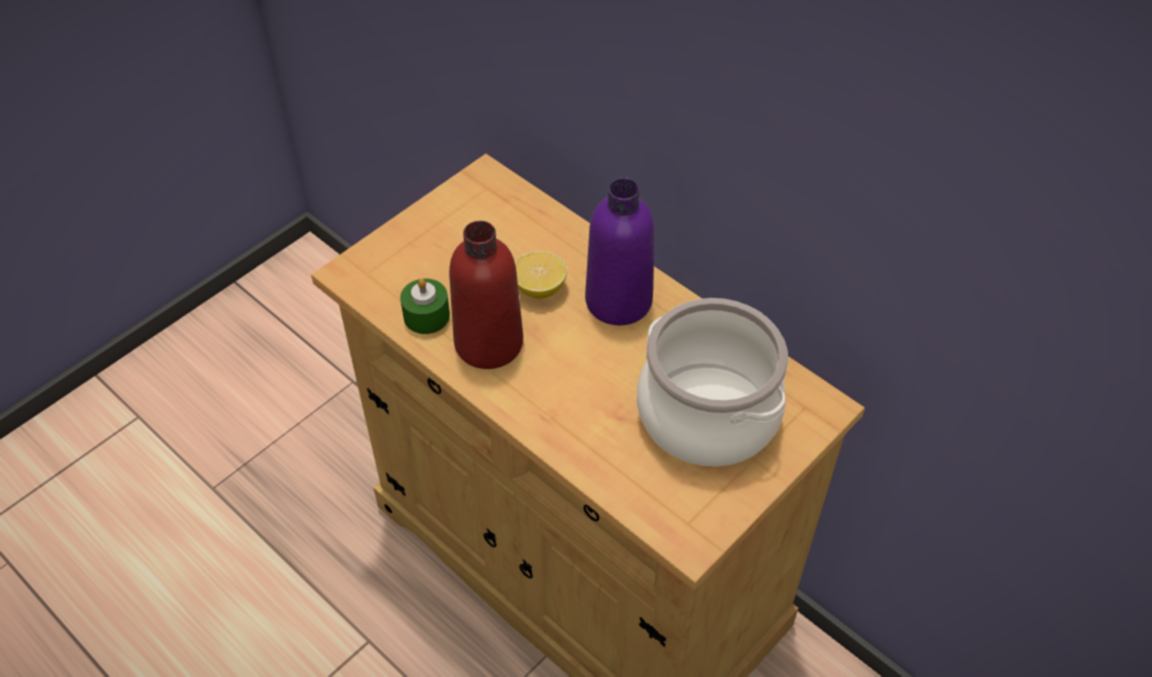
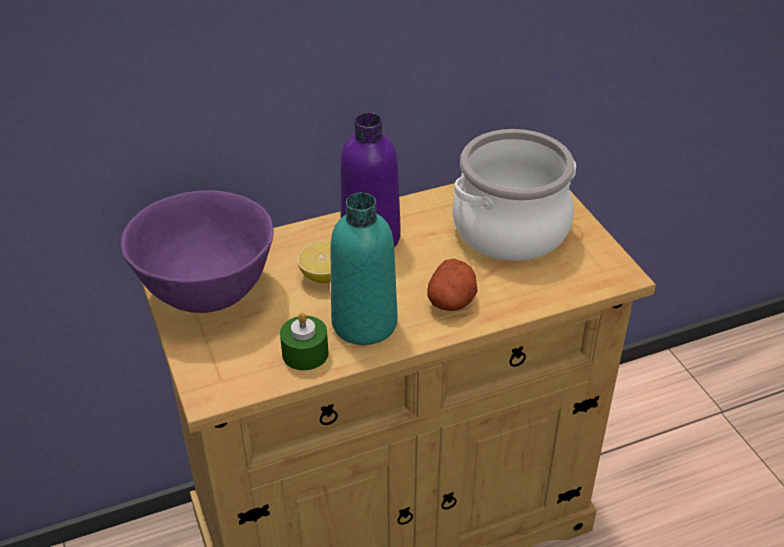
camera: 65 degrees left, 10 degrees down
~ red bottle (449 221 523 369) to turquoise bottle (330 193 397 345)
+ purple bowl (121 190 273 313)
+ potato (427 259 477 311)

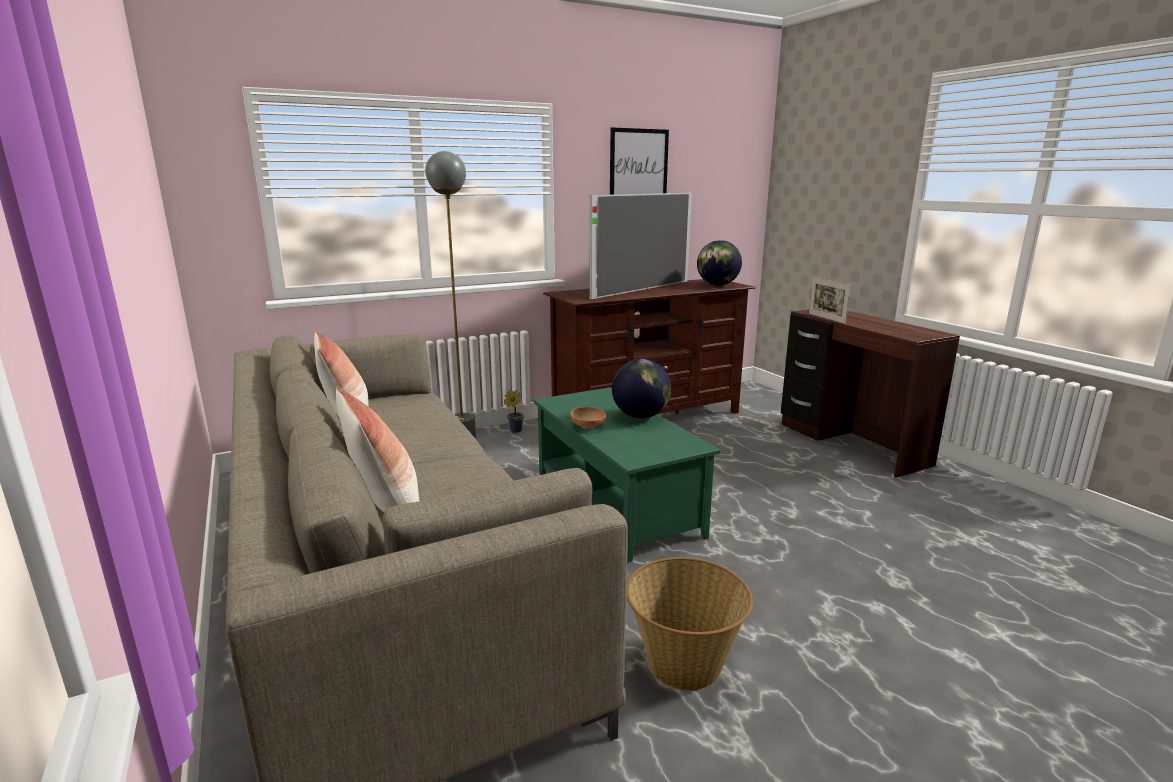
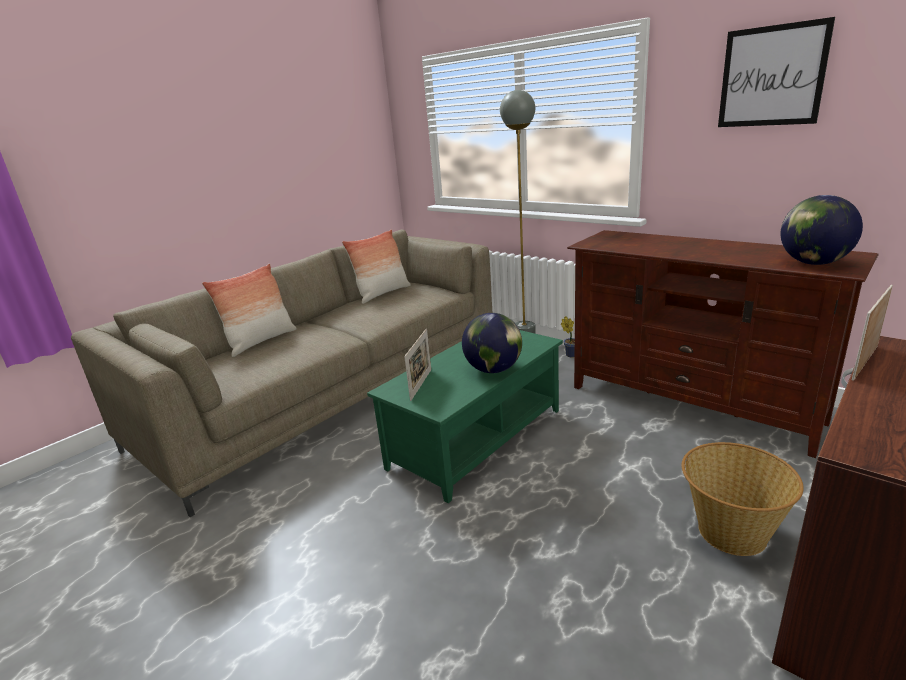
camera: 70 degrees right, 5 degrees up
- brown bowl (570 407 606 429)
- television (590 192 692 299)
~ basket (627 557 753 691) to (682 442 804 556)
+ picture frame (404 329 431 401)

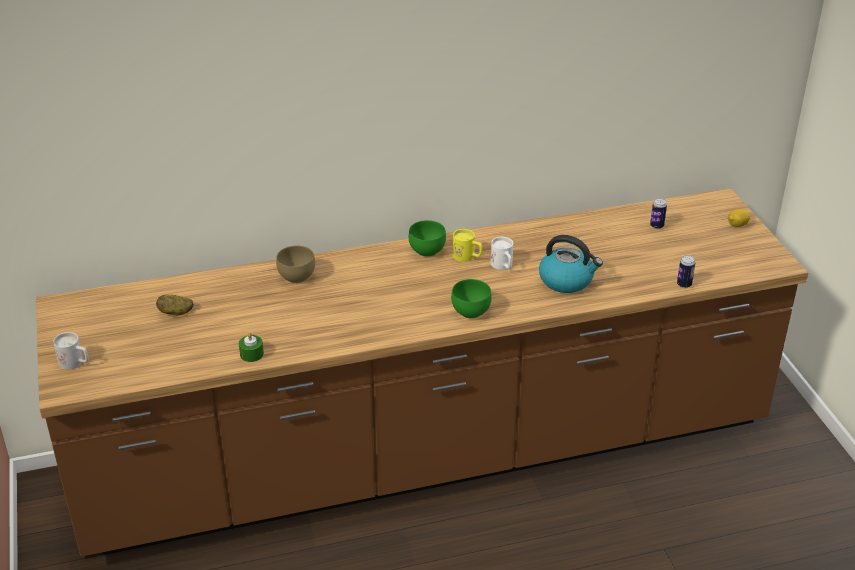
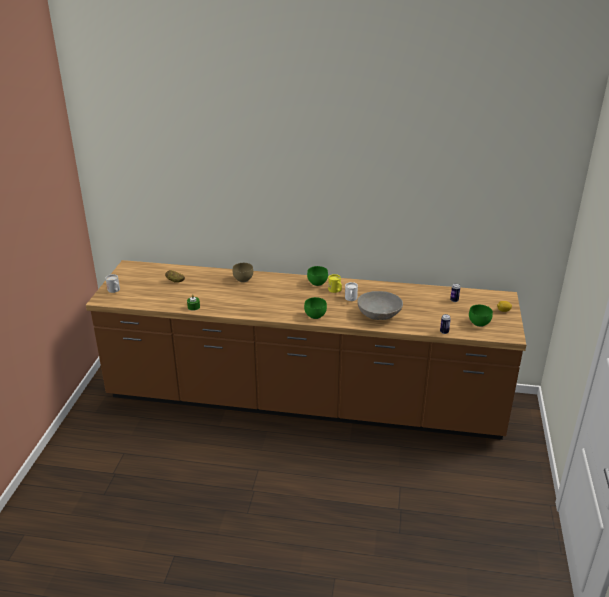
camera: 25 degrees right, 5 degrees down
~ kettle (539 235 603 293) to grey bowl (357 291 403 320)
+ green bowl (469 305 493 327)

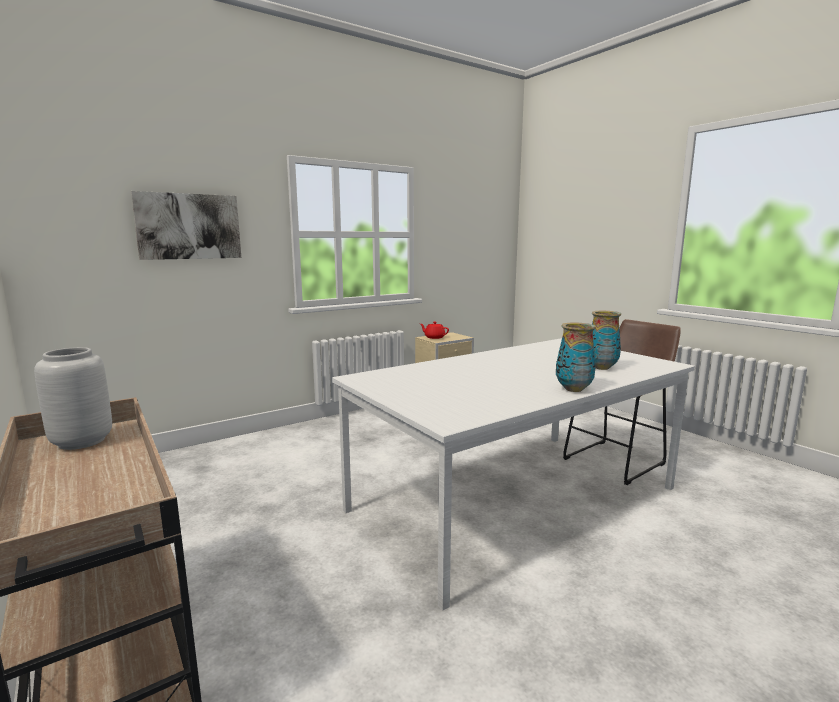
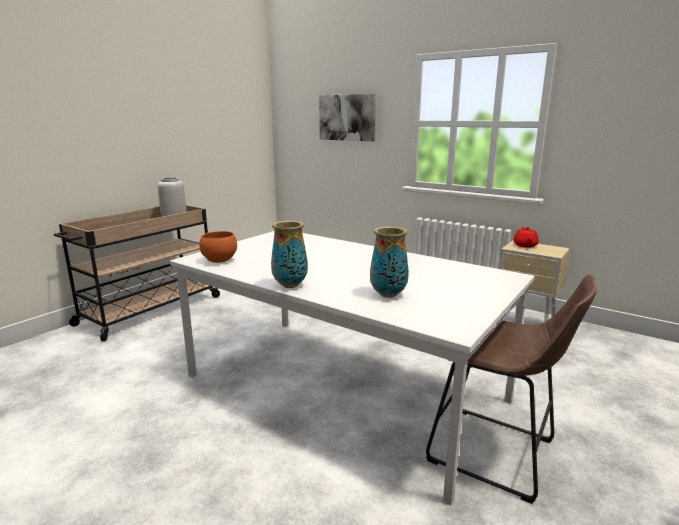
camera: 70 degrees right, 5 degrees up
+ orange bowl (199 231 237 263)

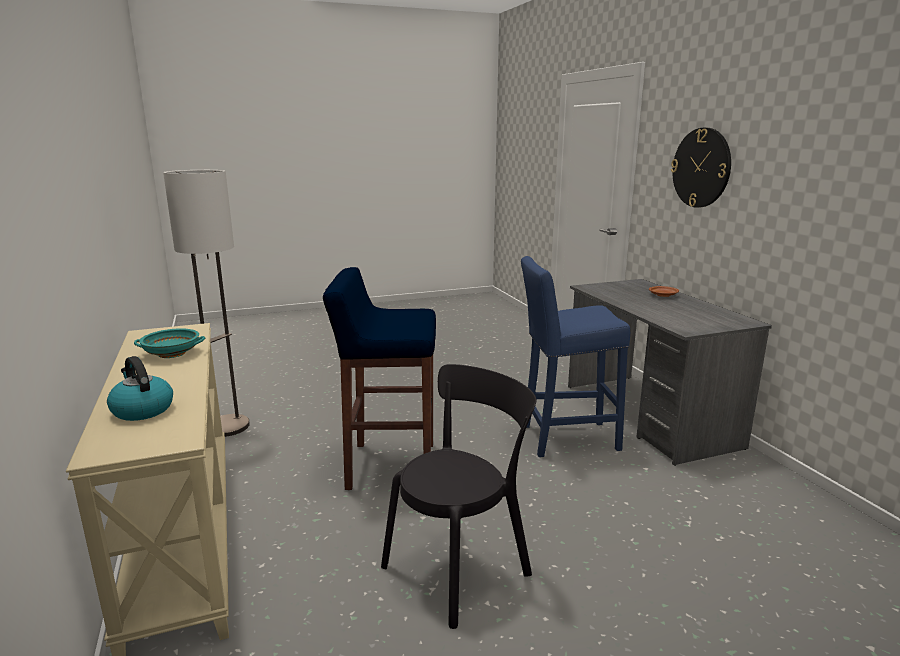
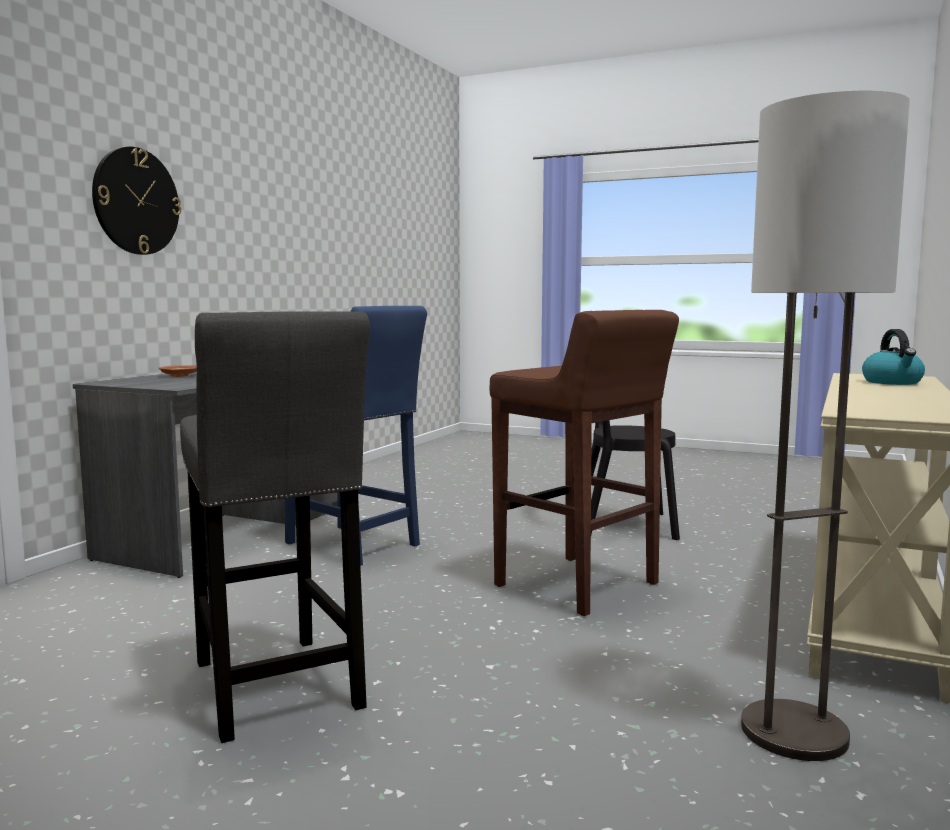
camera: 135 degrees left, 10 degrees down
- turquoise bowl (134 328 205 358)
~ blue stool (323 267 436 490) to brown stool (490 310 679 616)
+ grey stool (180 311 370 743)

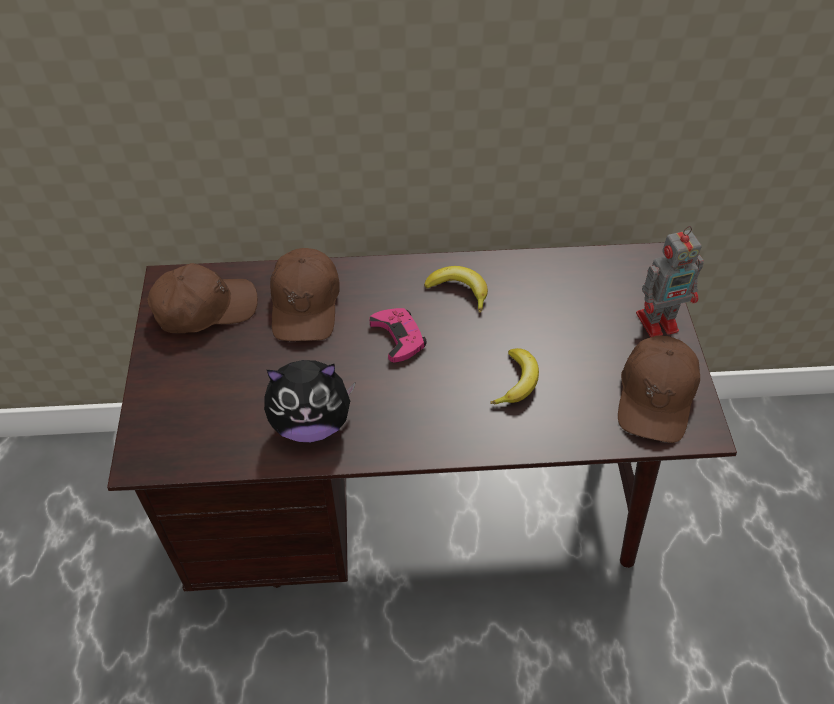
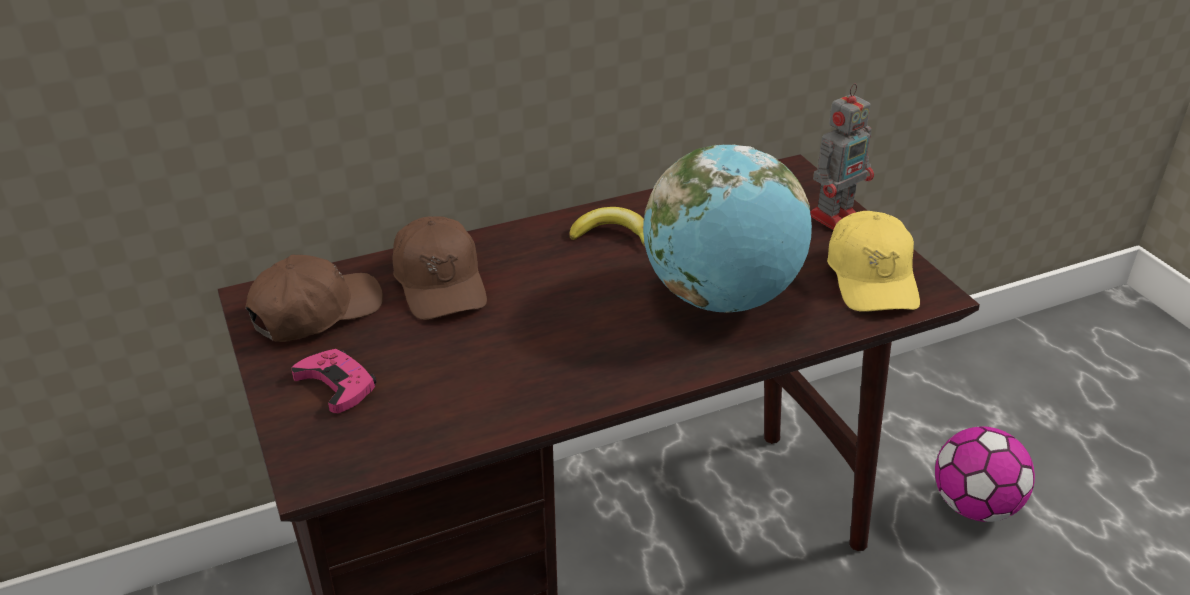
camera: 20 degrees left, 15 degrees down
- plush toy (264 360 356 442)
~ pink game controller (370 308 427 363) to (291 349 377 413)
~ banana (490 348 539 404) to globe (643 144 812 313)
~ brown cap (618 335 700 443) to yellow cap (827 211 920 312)
+ football (935 426 1035 522)

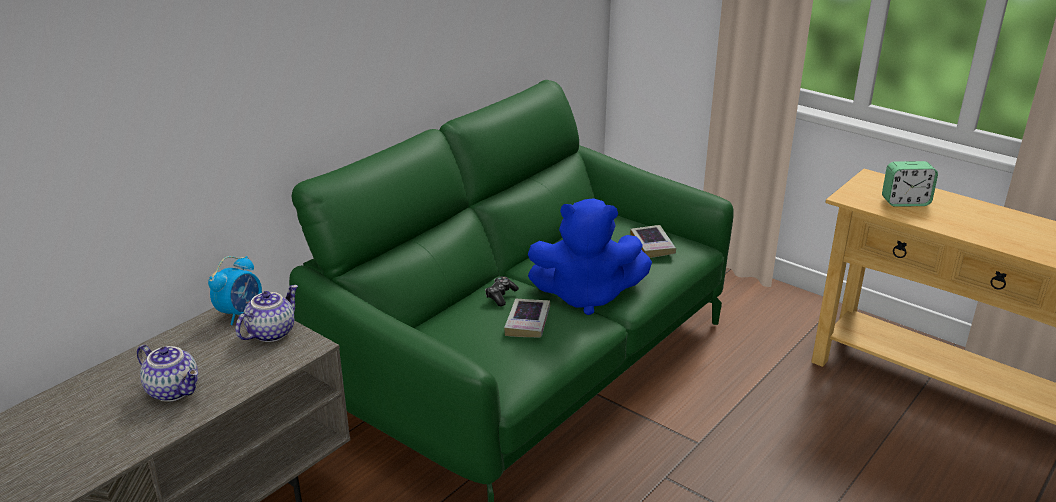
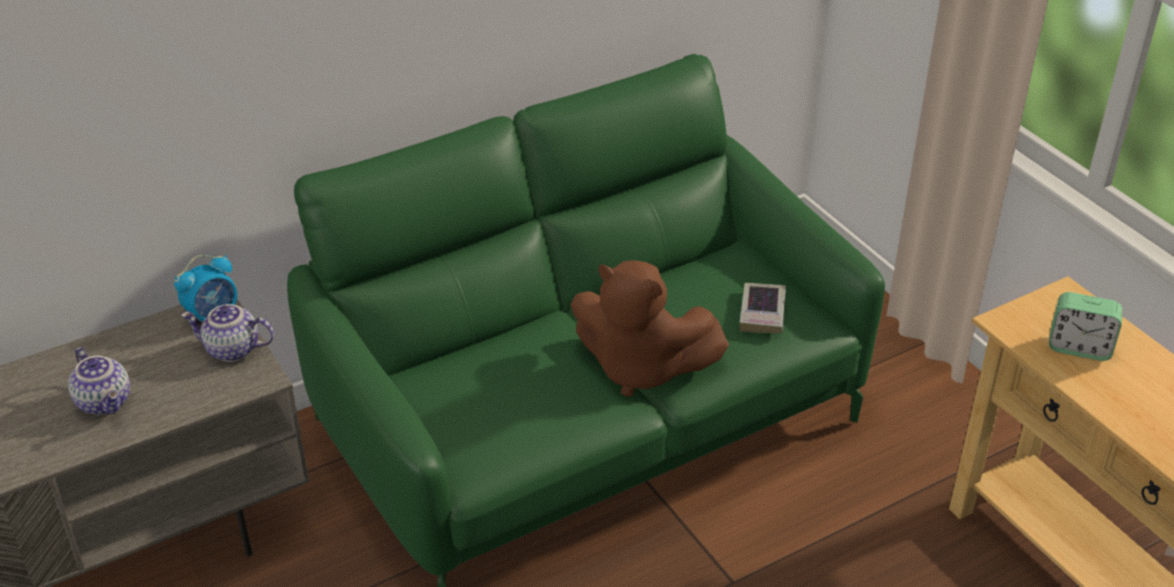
camera: 20 degrees right, 10 degrees up
~ teapot (235 285 298 342) = (181 304 274 362) 135 degrees counterclockwise
- game controller (485 276 519 306)
- book (504 299 550 337)
~ blue plush toy (528 198 652 315) to brown plush toy (571 260 729 397)

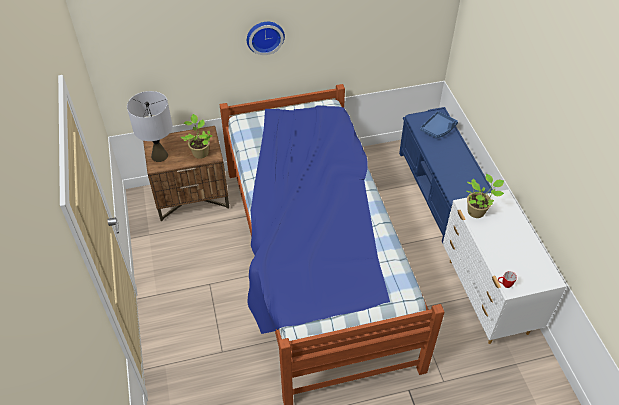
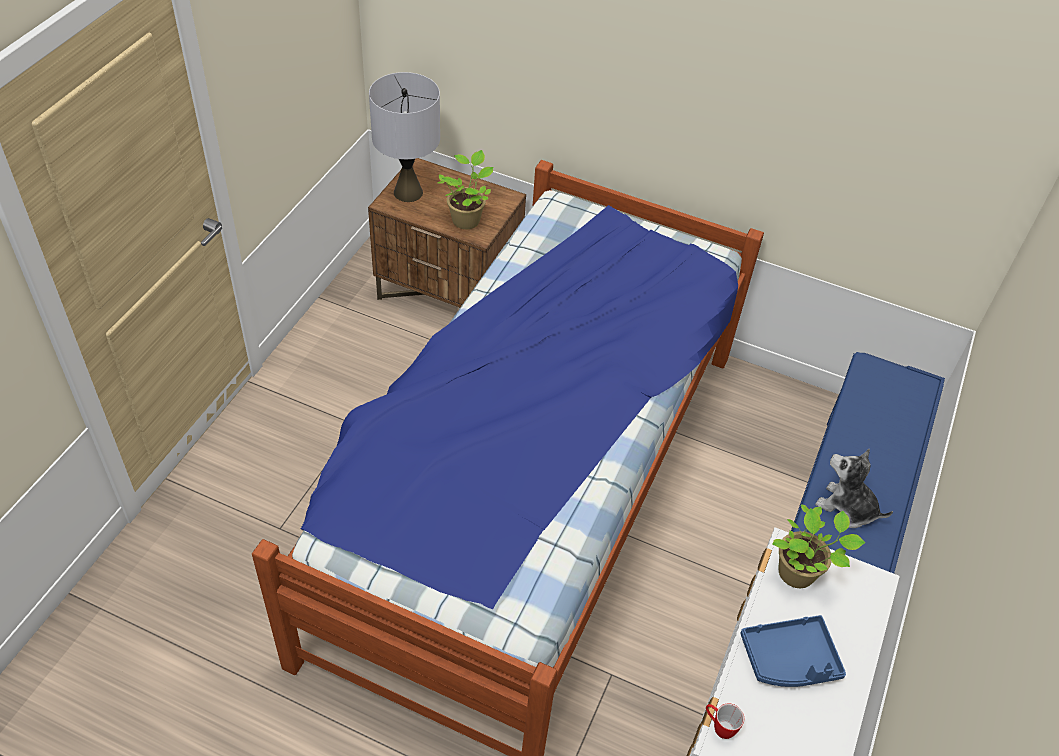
camera: 35 degrees right, 0 degrees up
- wall clock (247 22 285 55)
~ blue tray (420 111 458 139) to (740 615 846 687)
+ plush toy (815 449 893 528)

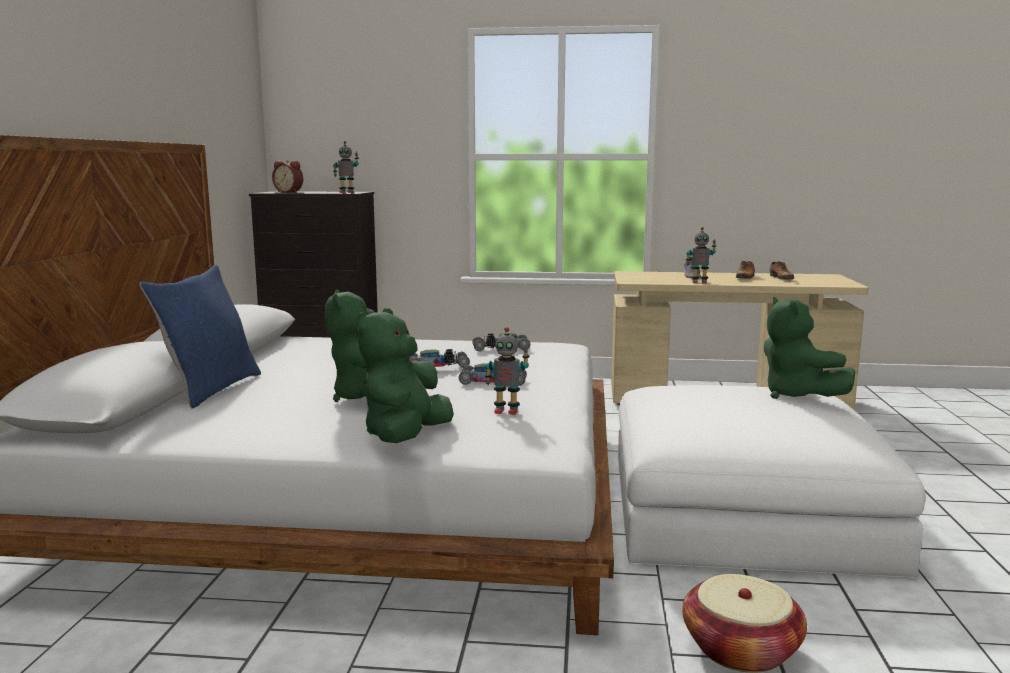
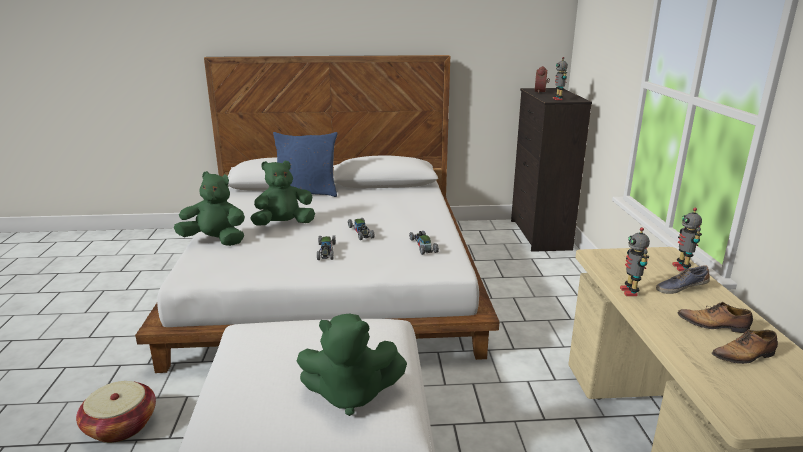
camera: 80 degrees right, 10 degrees up
~ toy robot (484 327 529 415) to (672 207 702 271)
~ green plush toy (764 297 855 399) = (297 314 407 416) 150 degrees counterclockwise

